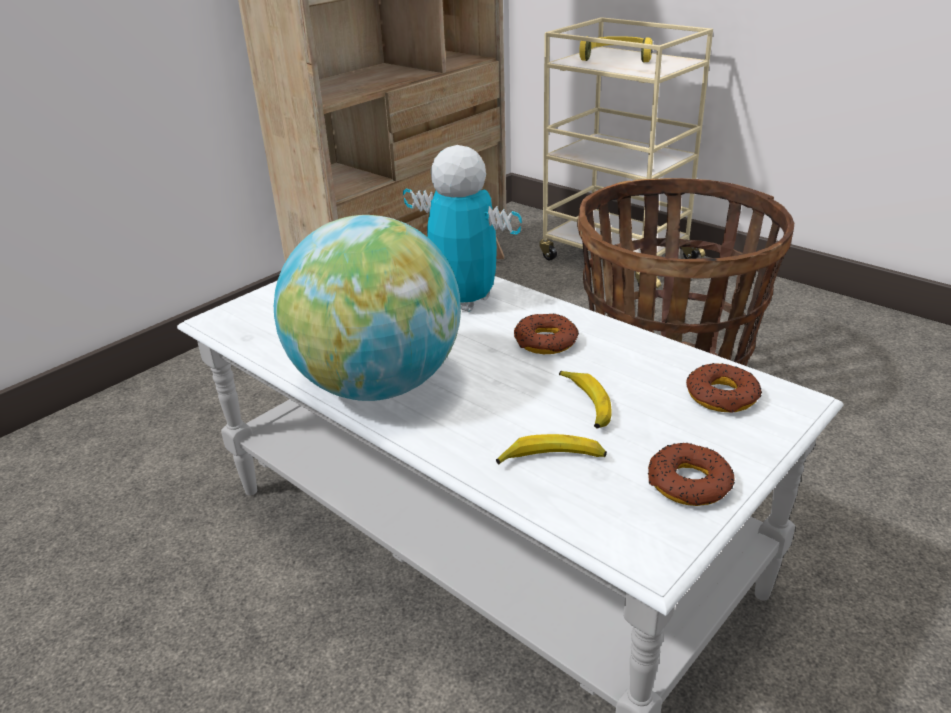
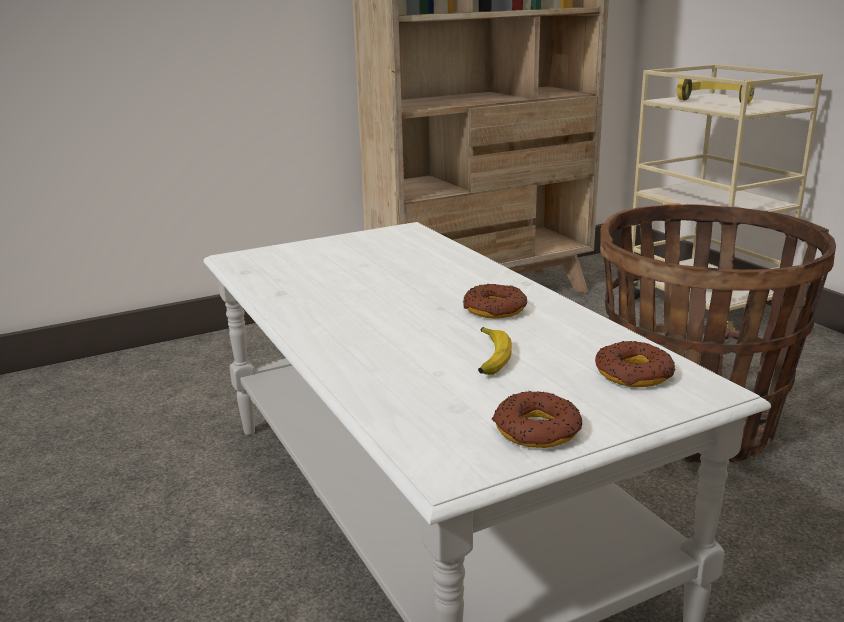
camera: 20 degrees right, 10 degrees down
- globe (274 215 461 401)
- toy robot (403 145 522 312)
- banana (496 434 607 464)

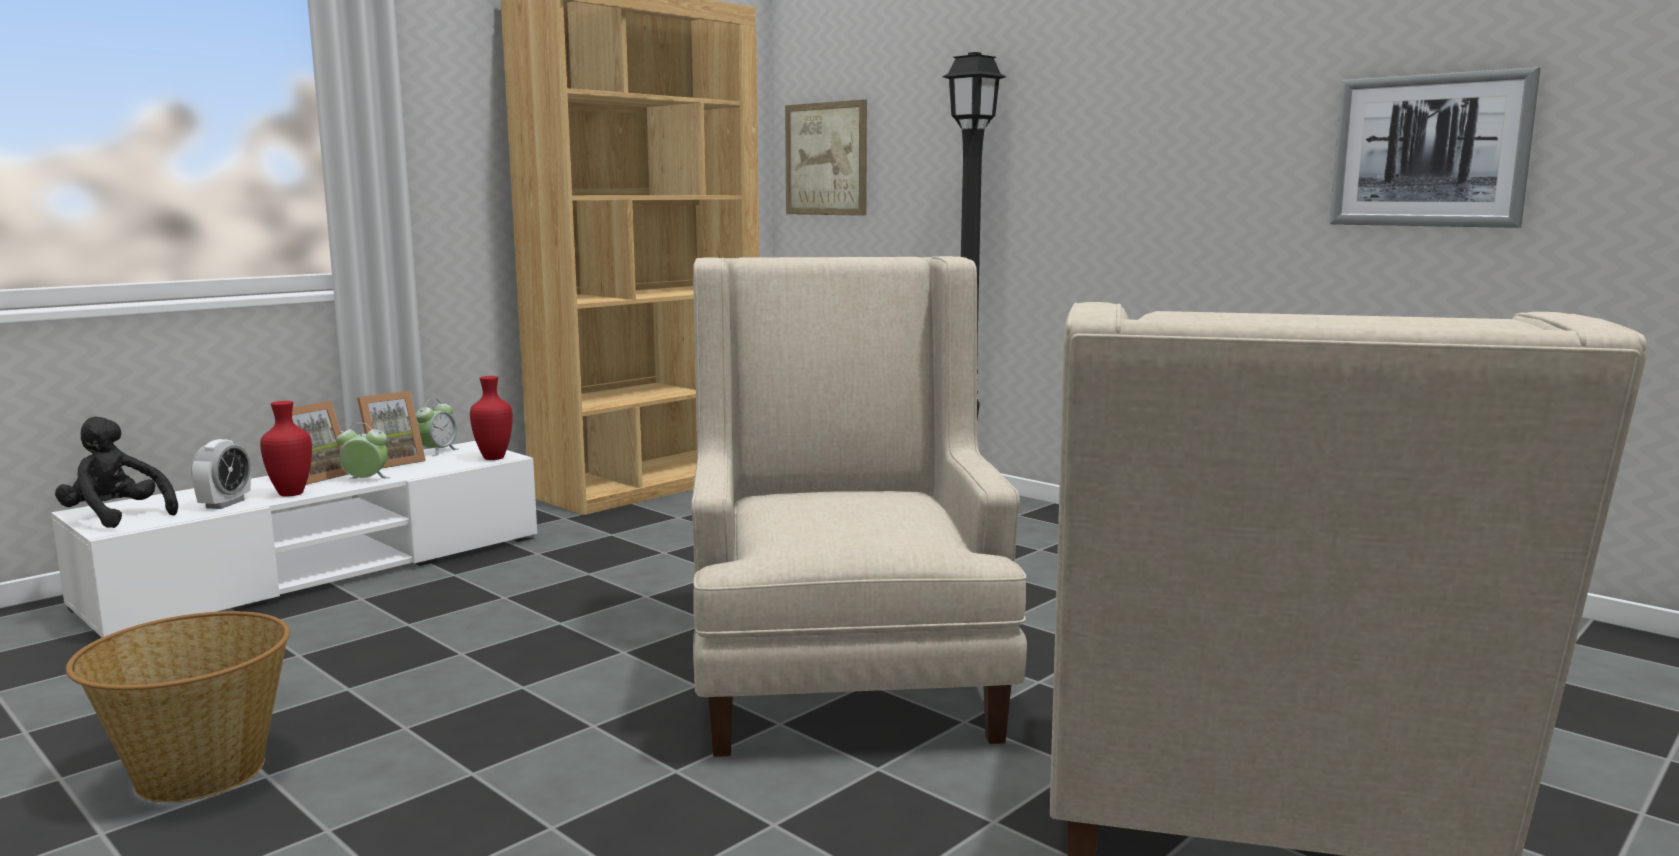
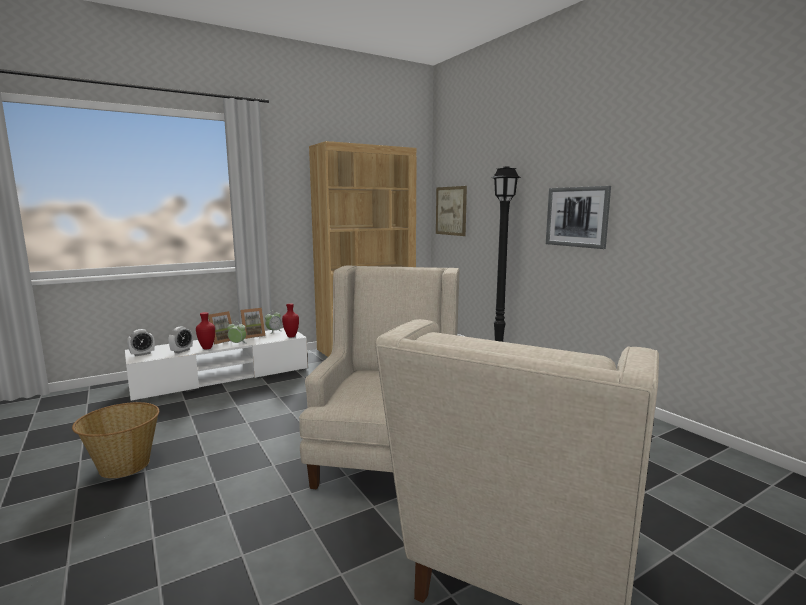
camera: 15 degrees right, 0 degrees up
~ black plush toy (55 416 178 528) to alarm clock (127 329 155 356)
~ picture (1330 67 1540 228) to (546 186 611 249)

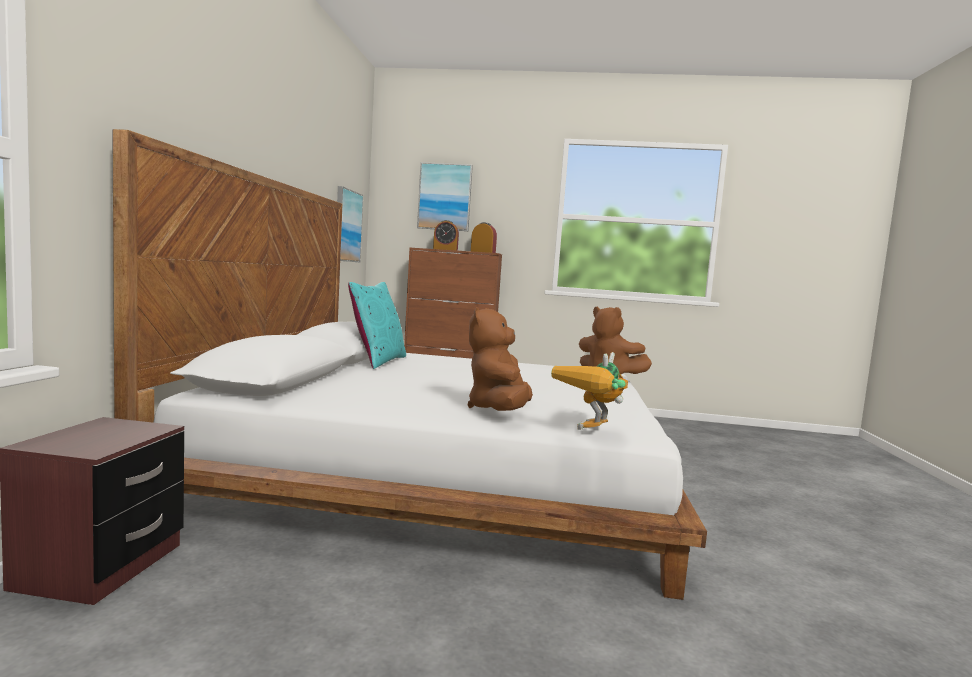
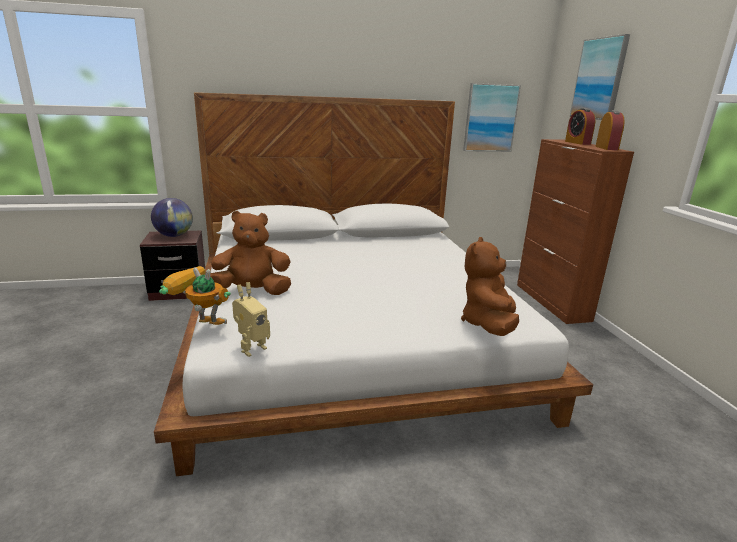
camera: 70 degrees right, 15 degrees up
- turquoise pillow (348 282 406 369)
+ globe (151 198 193 237)
+ toy robot (232 282 270 357)

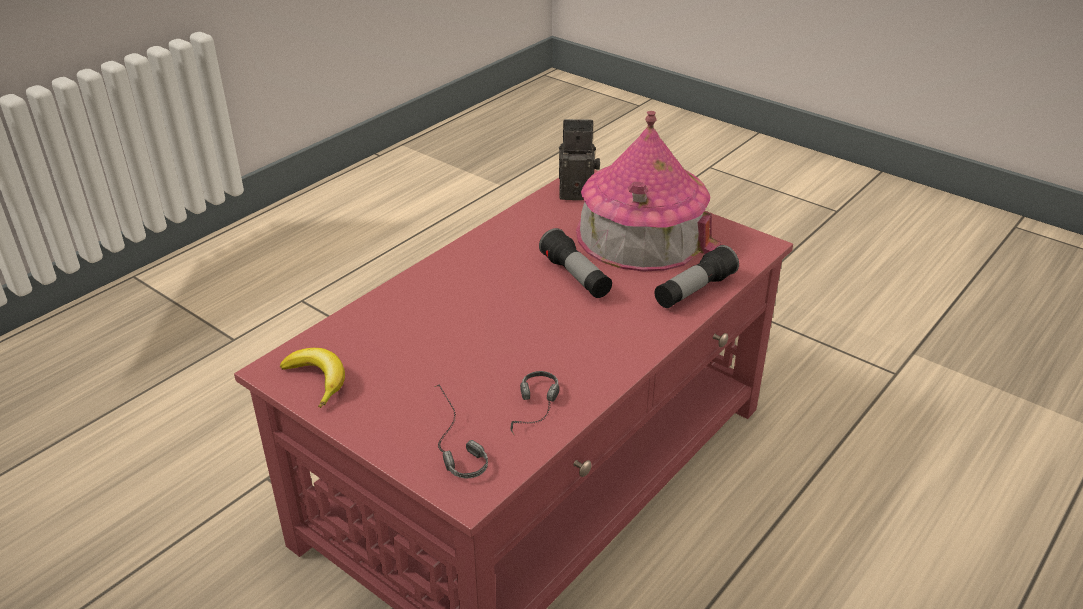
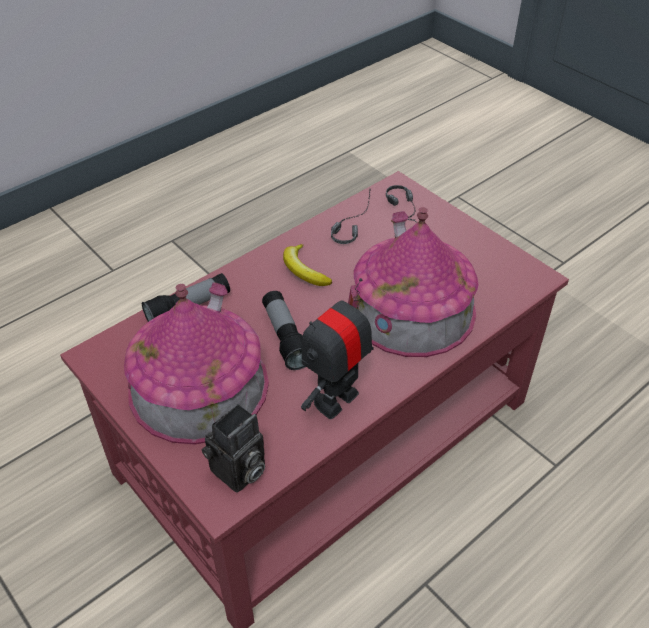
camera: 170 degrees left, 10 degrees up
~ banana (280 348 345 408) to (283 244 332 286)
~ photo camera (559 119 600 200) = (202 404 265 493) 60 degrees counterclockwise
+ toy robot (301 278 374 419)
+ toy house (348 207 478 357)

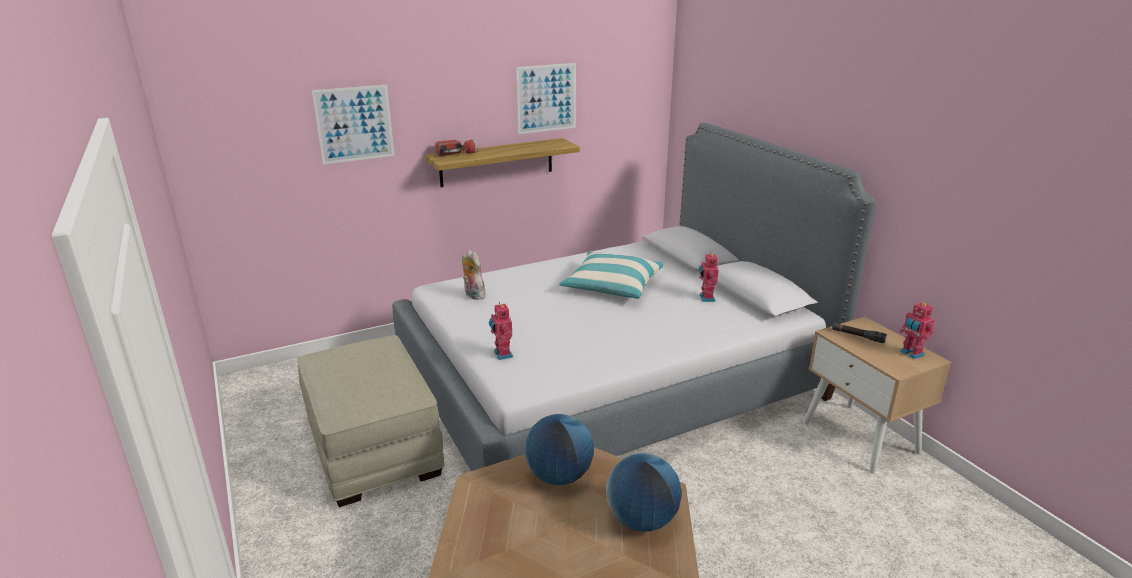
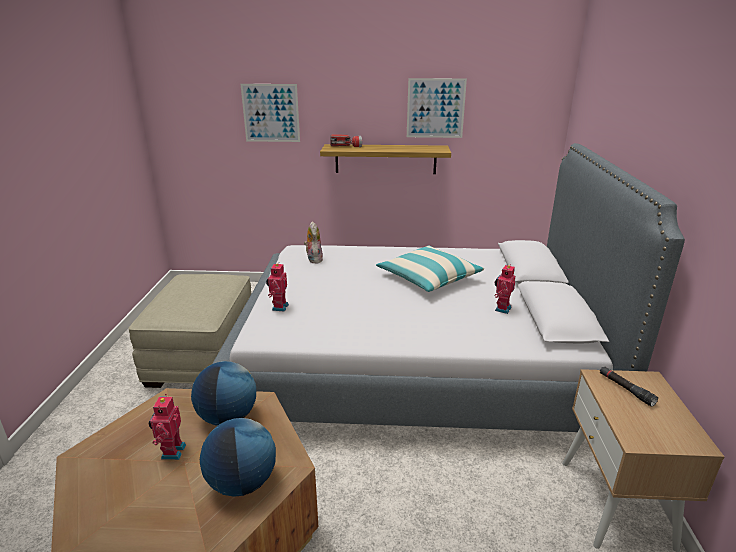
camera: 30 degrees right, 0 degrees up
~ toy robot (900 301 935 359) to (149 394 186 460)

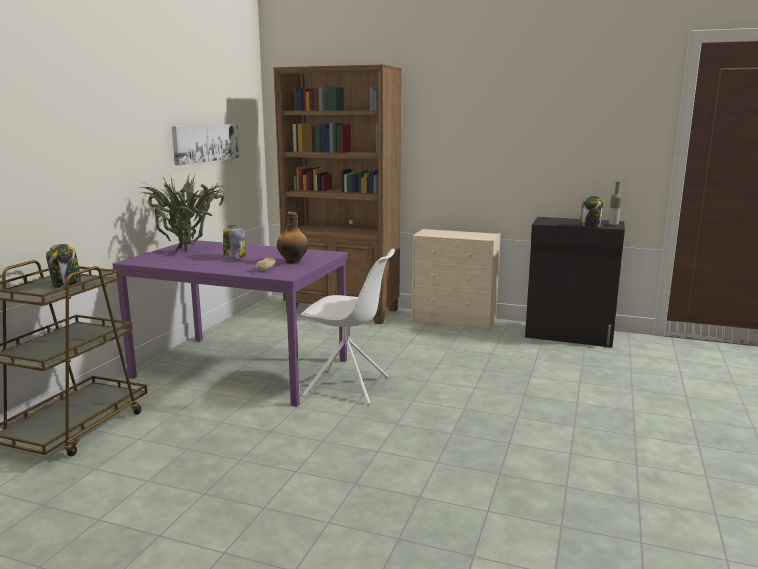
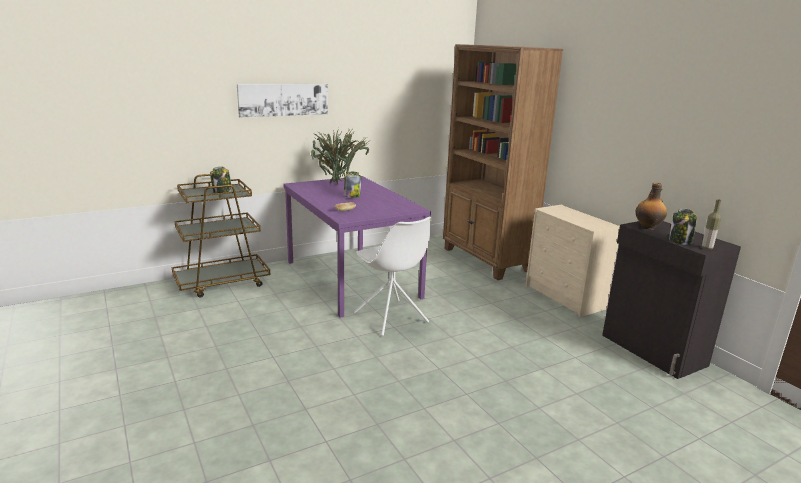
camera: 40 degrees right, 5 degrees up
~ picture (172 124 239 165) to (237 84 328 117)
~ bottle (277 212 309 264) to (635 182 667 230)

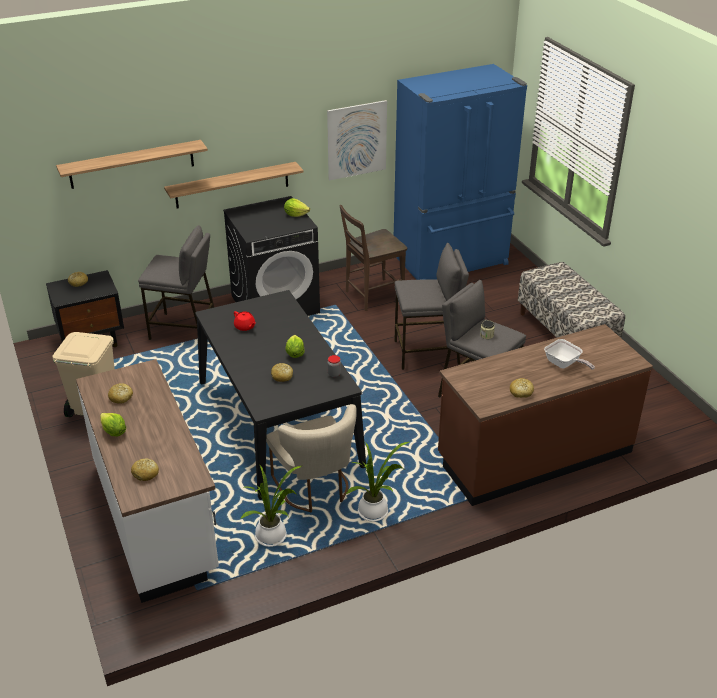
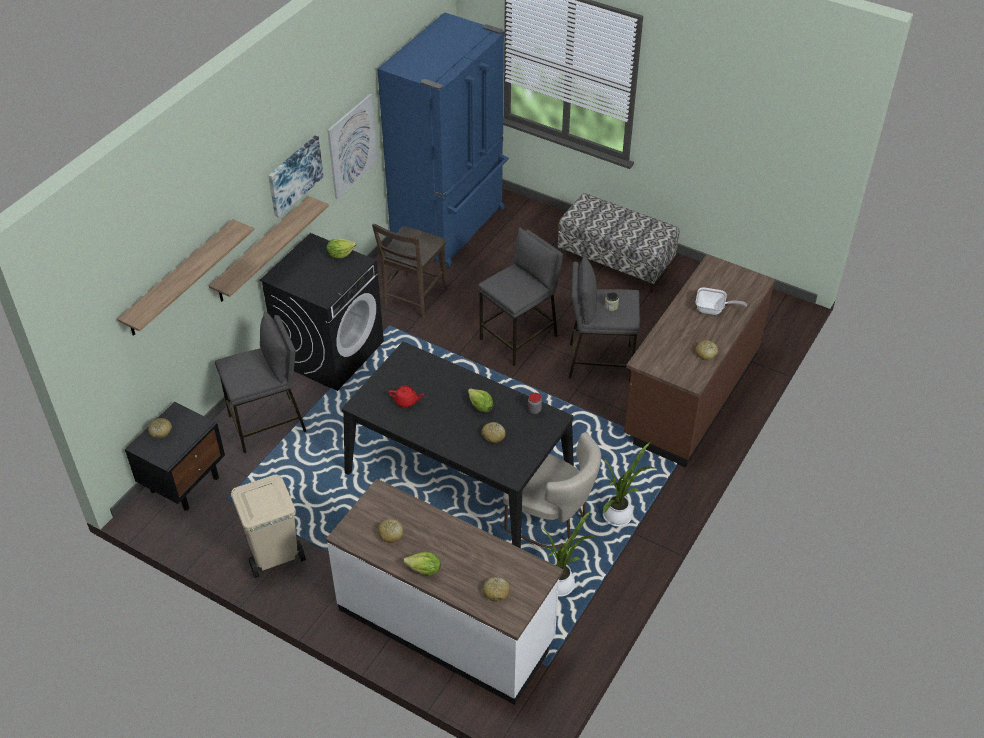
camera: 35 degrees left, 10 degrees up
+ picture (268 136 324 217)

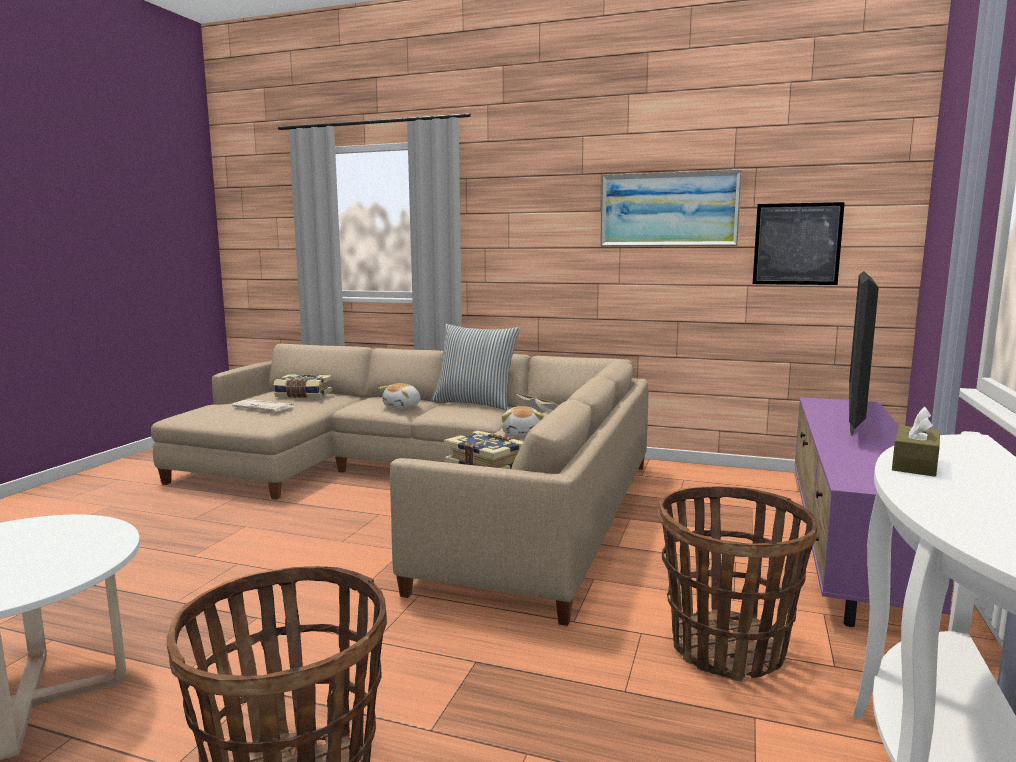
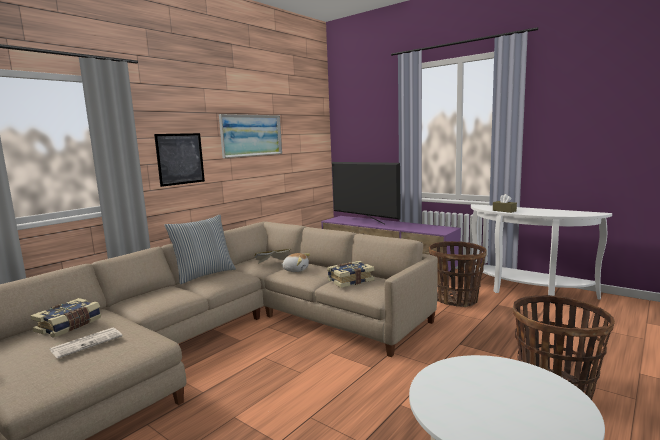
camera: 70 degrees left, 0 degrees up
- plush toy (378 383 421 409)
~ picture (753 202 845 285) to (154 133 205 187)

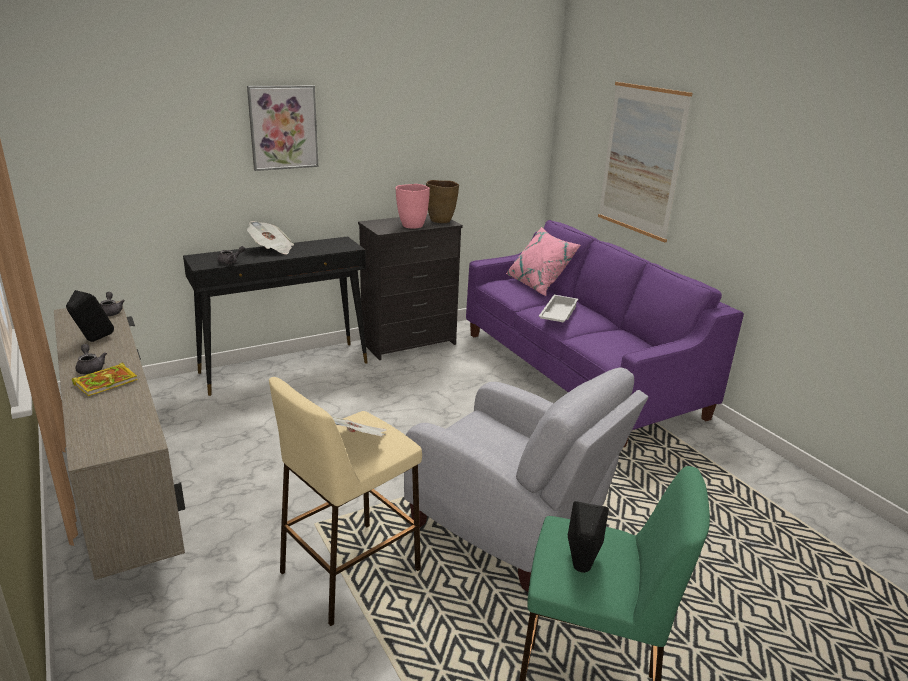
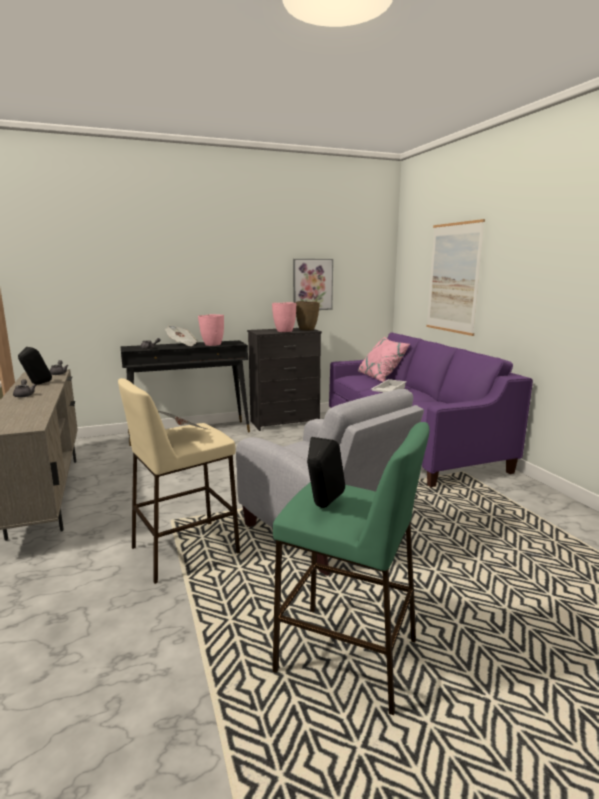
camera: 10 degrees right, 10 degrees down
- book (72 362 138 396)
~ picture (247 85 318 171) to (293 259 333 310)
+ pink vase (198 314 224 346)

